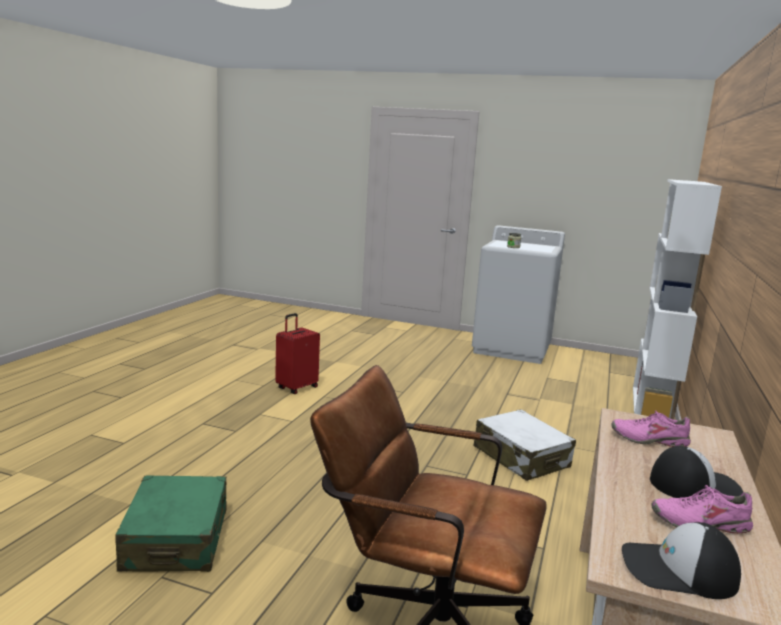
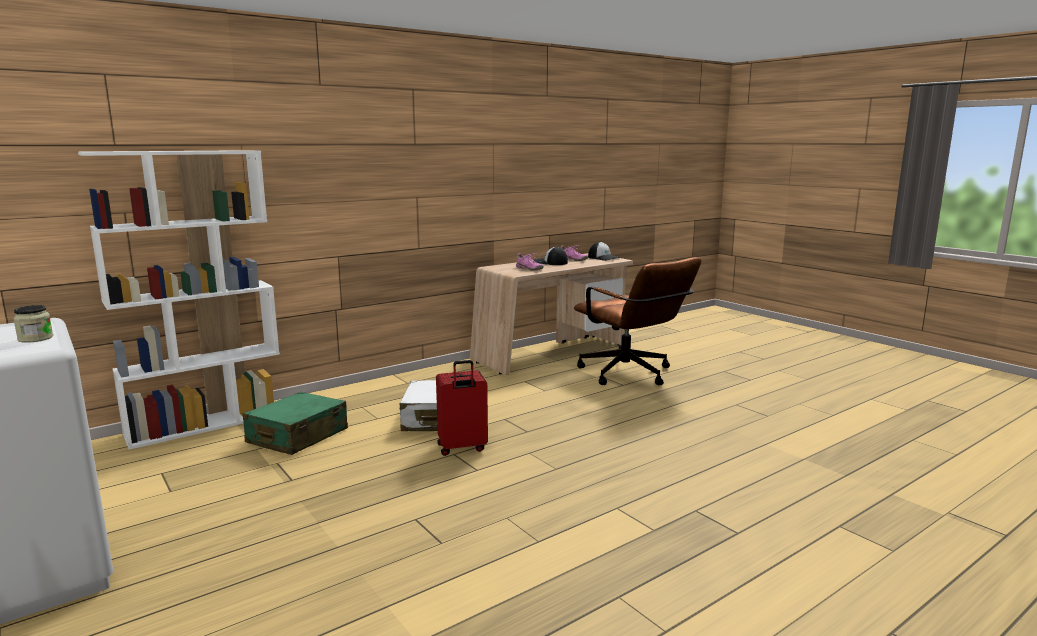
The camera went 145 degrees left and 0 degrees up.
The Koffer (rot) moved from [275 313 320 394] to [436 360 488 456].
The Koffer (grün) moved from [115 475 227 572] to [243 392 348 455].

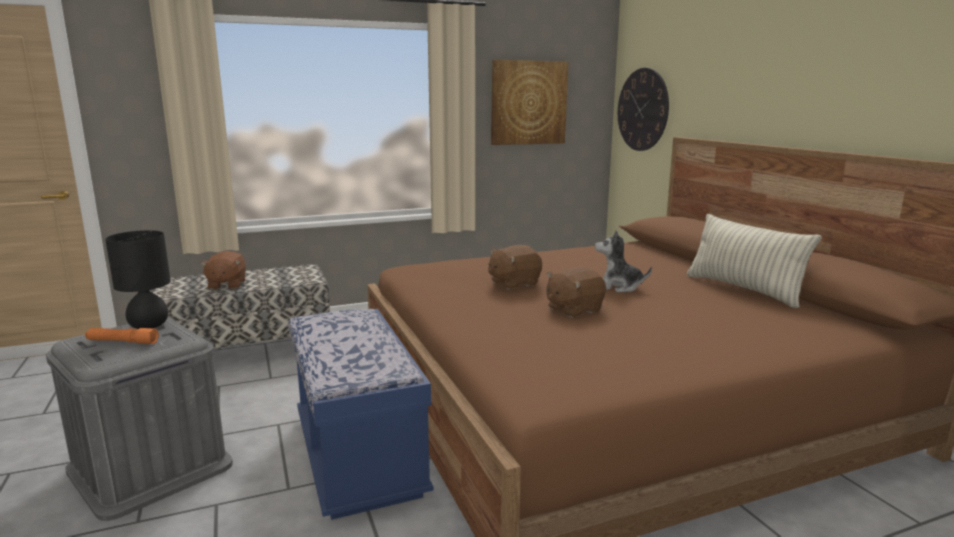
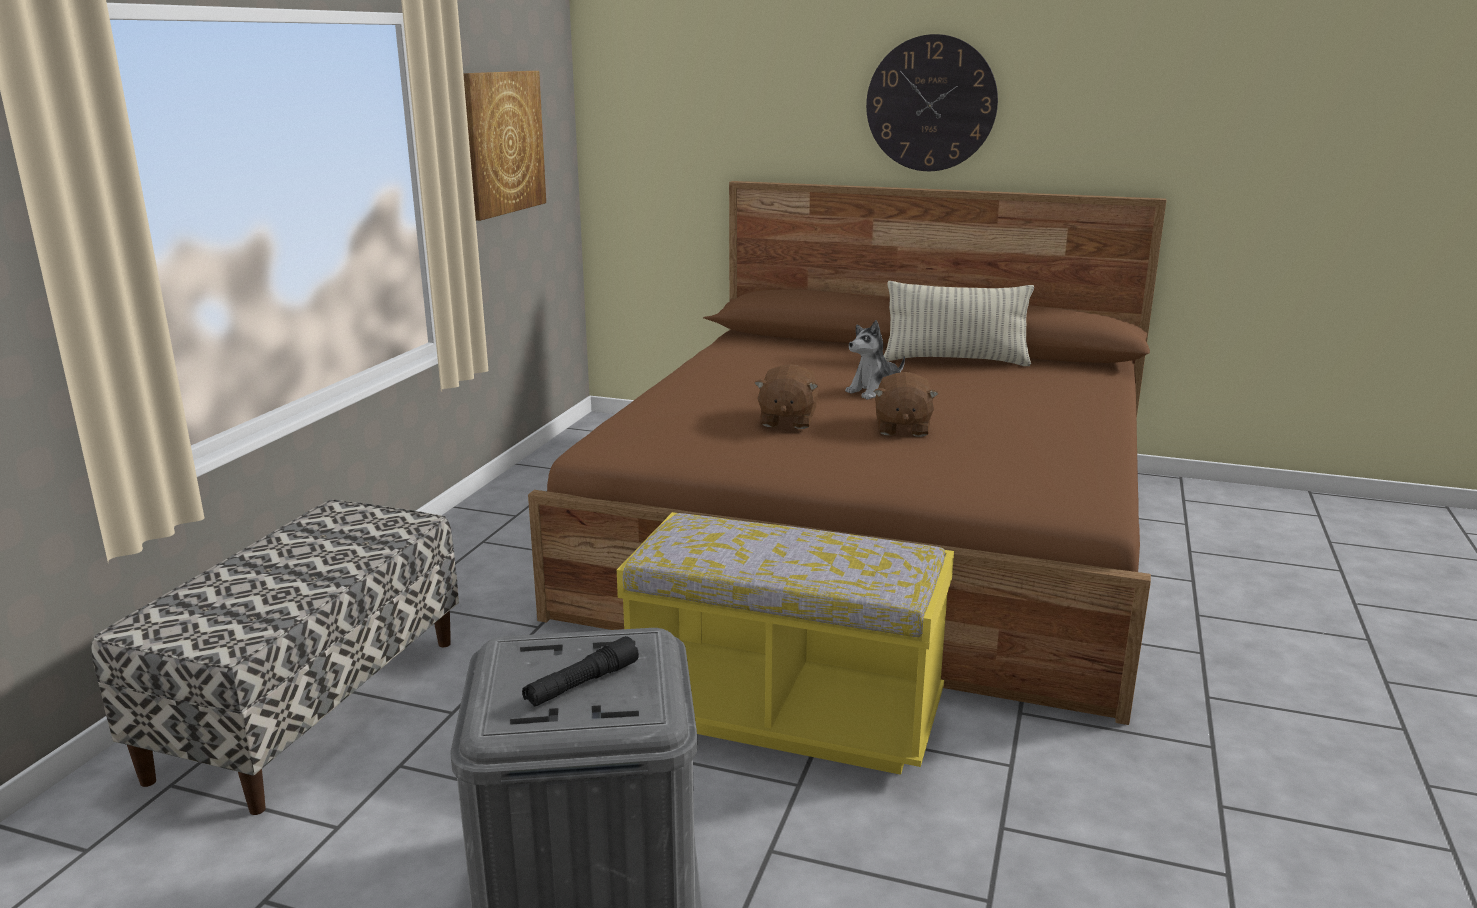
The camera went 50 degrees left and 5 degrees up.
The Wanduhr moved from [618 68 669 151] to [866 34 998 171].
The Tischlampe (schwarz) at [105 230 171 329] disappeared.
The Plüschtier (braun) at [200 251 246 290] disappeared.
The Bank (blau) at [288 309 433 520] became the Bank (gelb) at [617 512 954 775].
The Taschenlampe (orange) at [85 328 159 344] became the Taschenlampe (schwarz) at [522 636 639 707].

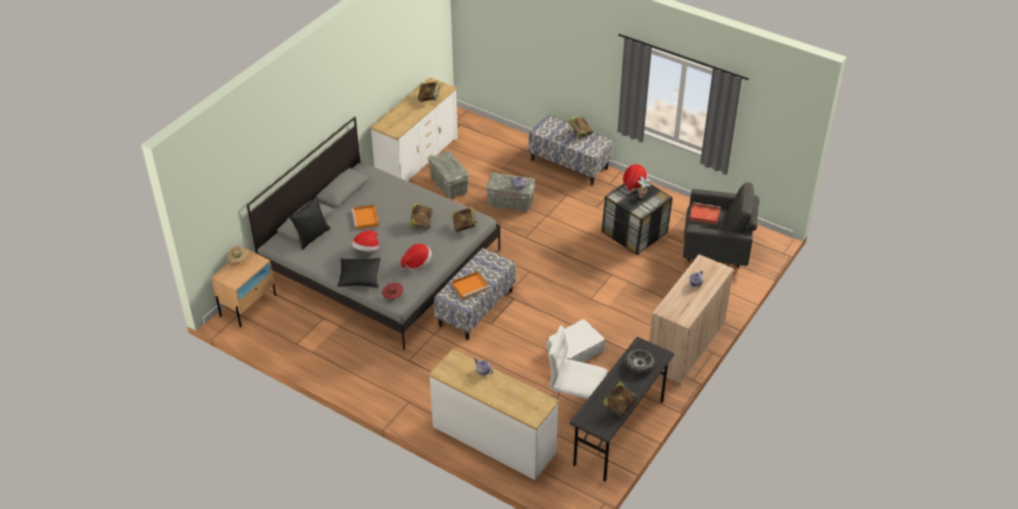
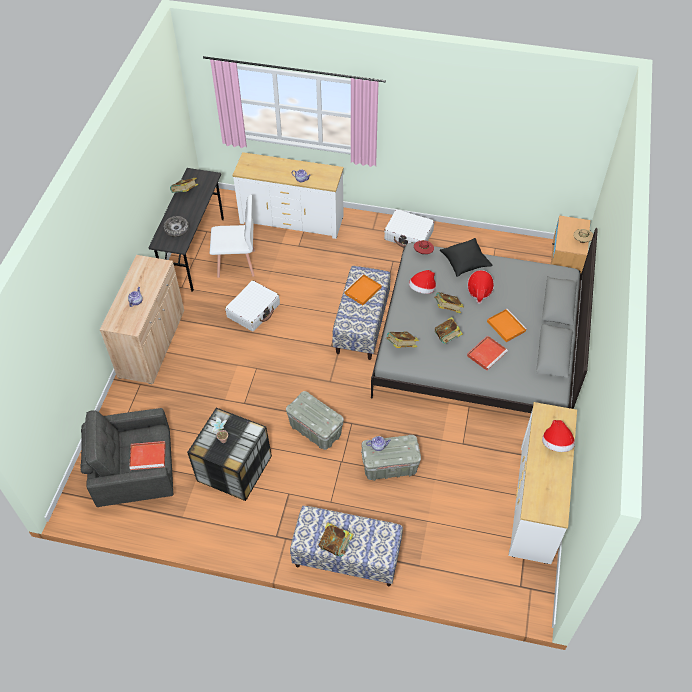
The camera went 160 degrees right and 10 degrees up.
The Buch moved from [418 81 441 102] to [435 292 464 313].
The Aufbewahrungsbox (grau) moved from [428 151 469 198] to [286 391 344 450].
The Hut moved from [623 164 648 193] to [542 420 575 452].
The Kissen (schwarz) at [289 196 330 250] disappeared.
The Koffer (weiß) at [384 209 434 248] appeared.
The Tablett (rot) at [467 335 508 370] appeared.

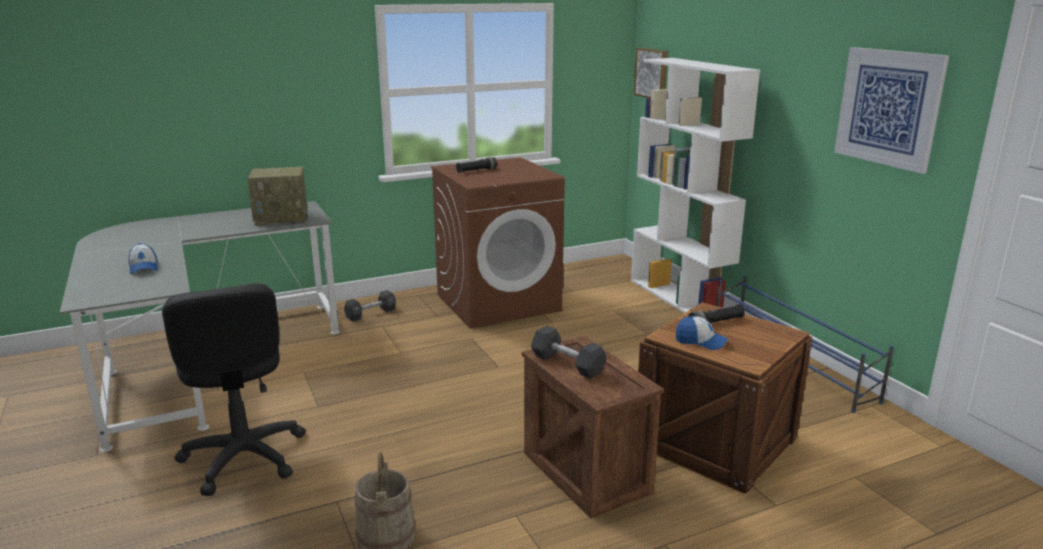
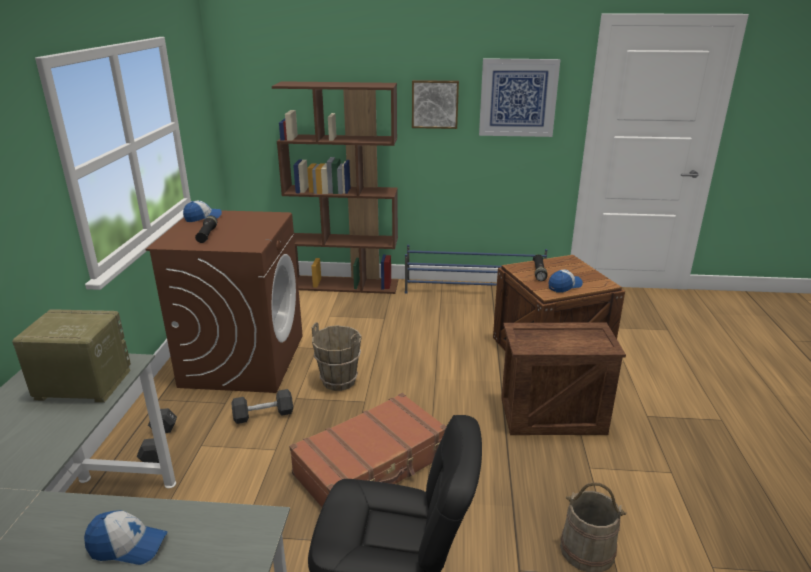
The camera went 60 degrees left and 5 degrees up.
The Bild moved from [634 48 668 98] to [412 80 459 129].
The Bücherregal (weiß) at [631 58 760 313] became the Bücherregal (braun) at [272 81 398 294].
The Radio at [247 167 308 226] turned 105 degrees counterclockwise.
The Hantel (schwarz) moved from [531 326 607 379] to [231 389 293 424].
The Kappe at [183 201 222 222] appeared.
The Eimer (braun) at [312 323 362 391] appeared.
The Koffer (braun) at [289 393 447 507] appeared.

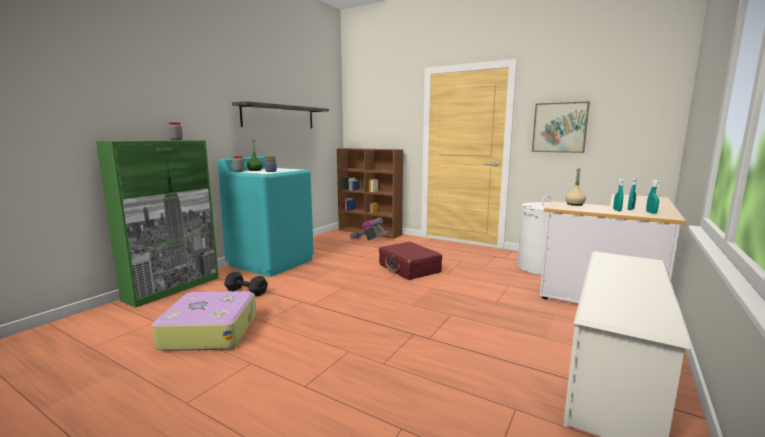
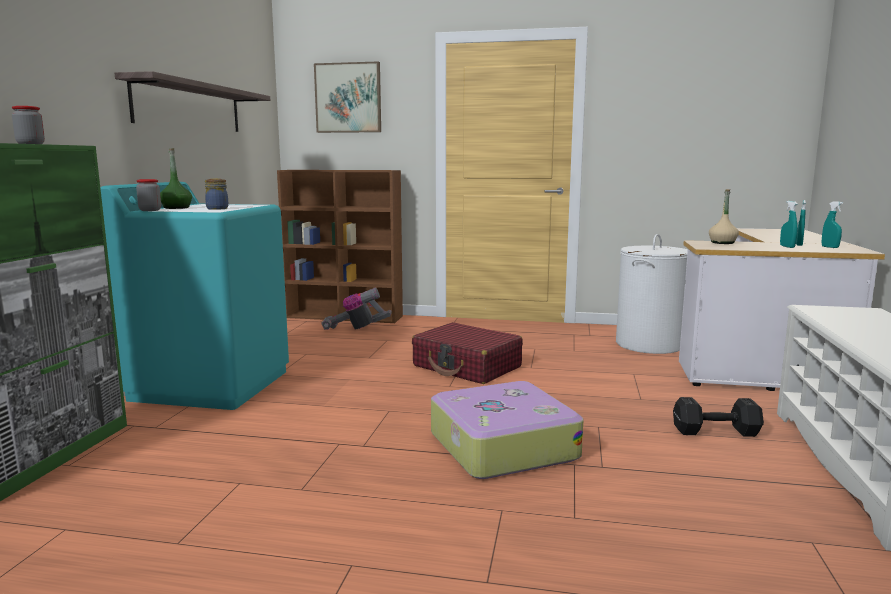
The camera went 20 degrees left and 0 degrees up.
The Bild moved from [532 101 590 153] to [314 62 381 133].
The Hantel (schwarz) moved from [224 272 268 297] to [673 397 764 437].
The Koffer moved from [152 291 256 351] to [431 381 583 479].

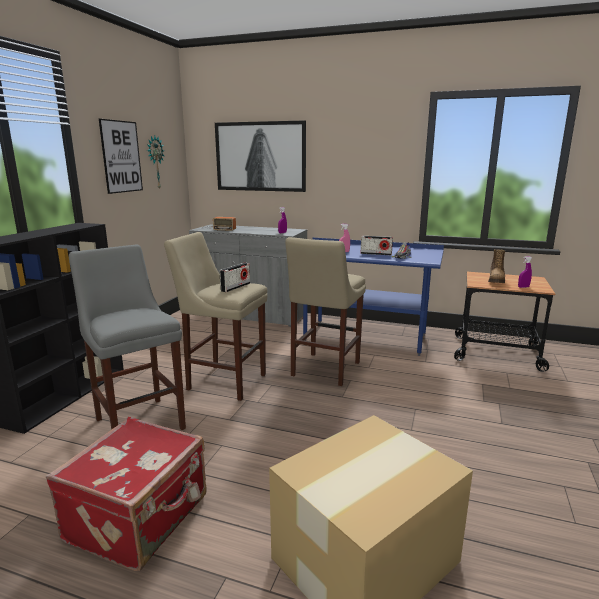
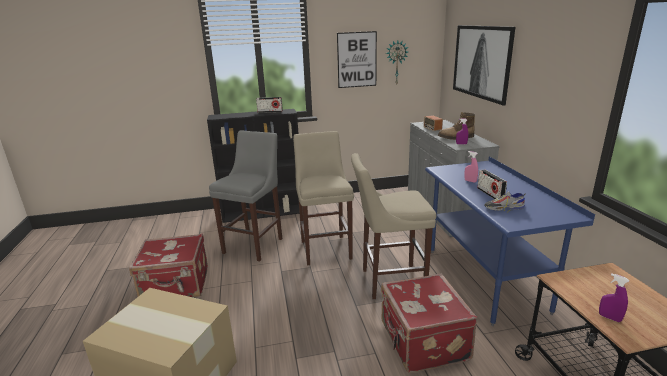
The camera went 60 degrees right and 5 degrees up.
The Stiefel moved from [488 249 506 283] to [438 112 475 140].
The Radio moved from [220 263 250 292] to [256 97 283 113].
The Koffer (rot) at [381 274 477 373] appeared.

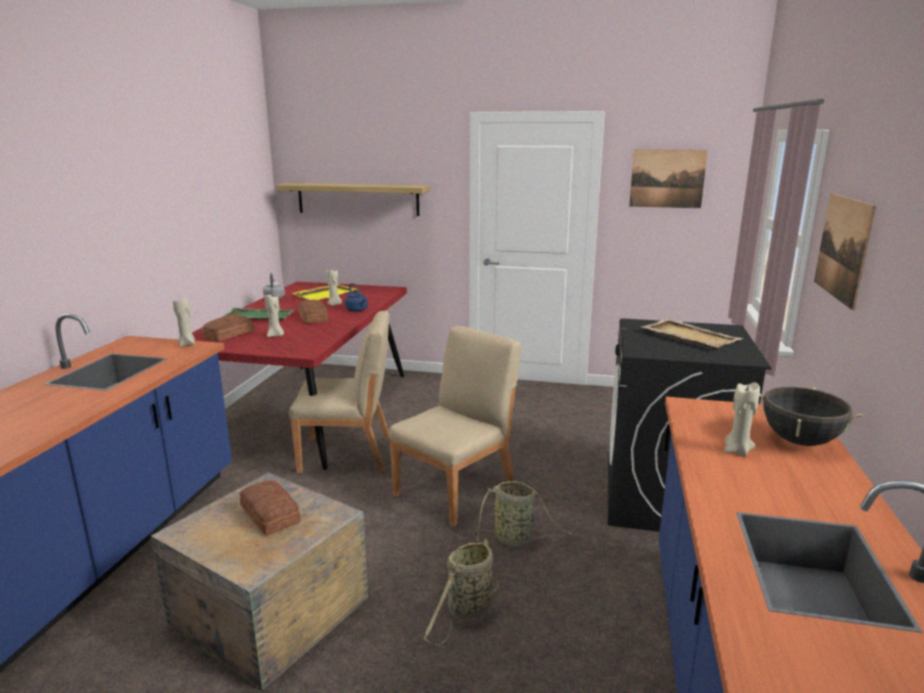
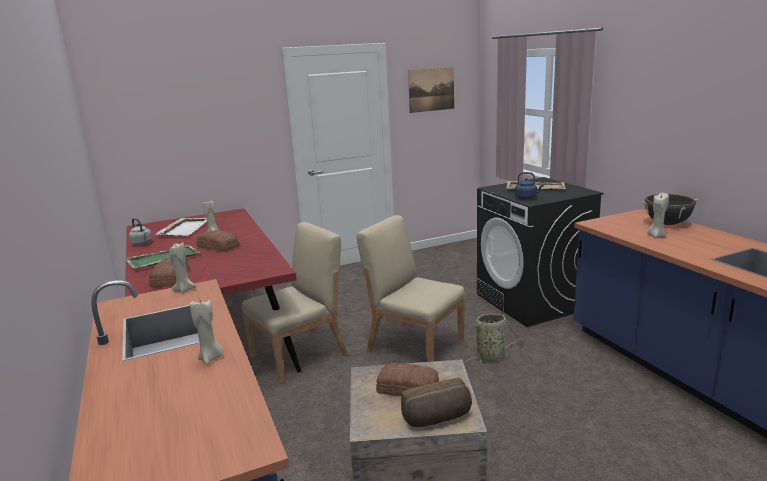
The camera went 35 degrees left and 0 degrees up.
The Wandregal at [276 183 430 216] disappeared.
The Bild at [814 193 876 310] disappeared.
The Wasserkessel (blau) moved from [345 283 368 312] to [515 172 544 199].
The Tablett (gelb) at [292 284 357 300] became the Tablett (weiß) at [155 218 207 237].
The Kerze (beige) moved from [265 295 284 337] to [190 300 223 364].
The Stuhl (beige) at [389 326 521 527] turned 60 degrees counterclockwise.
The Korb at [424 538 499 645] disappeared.
The Brot at [401 377 472 427] appeared.

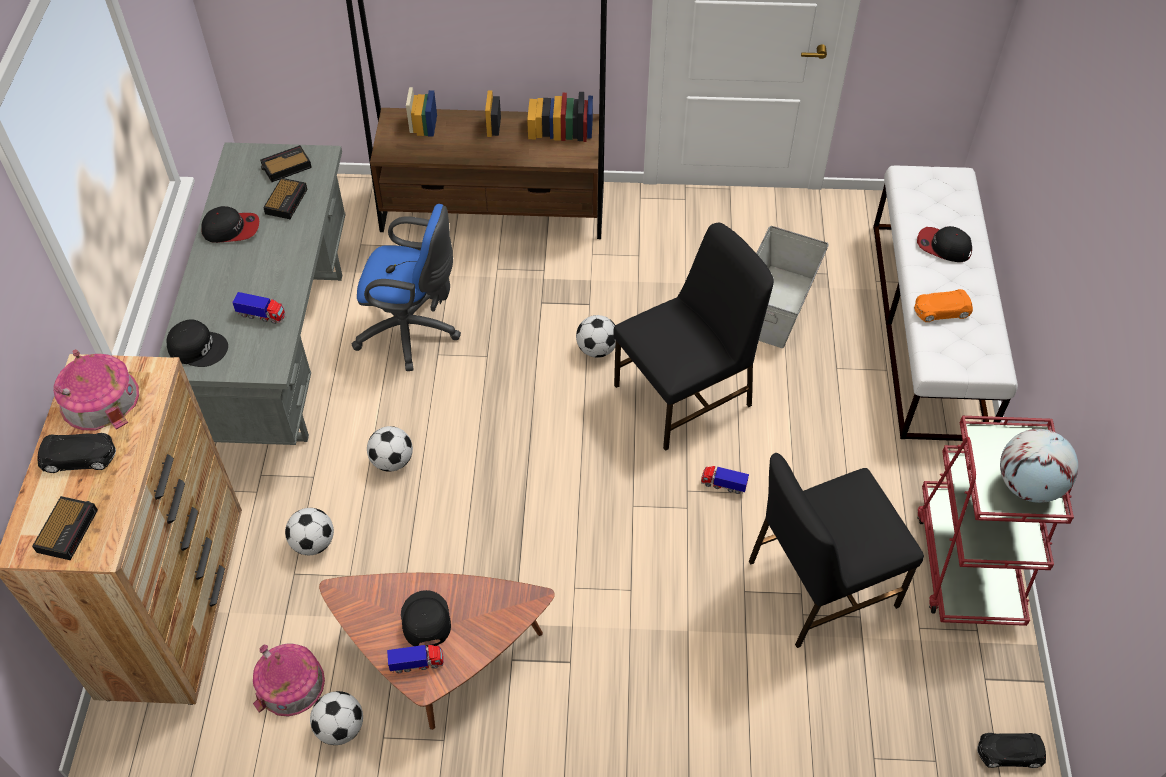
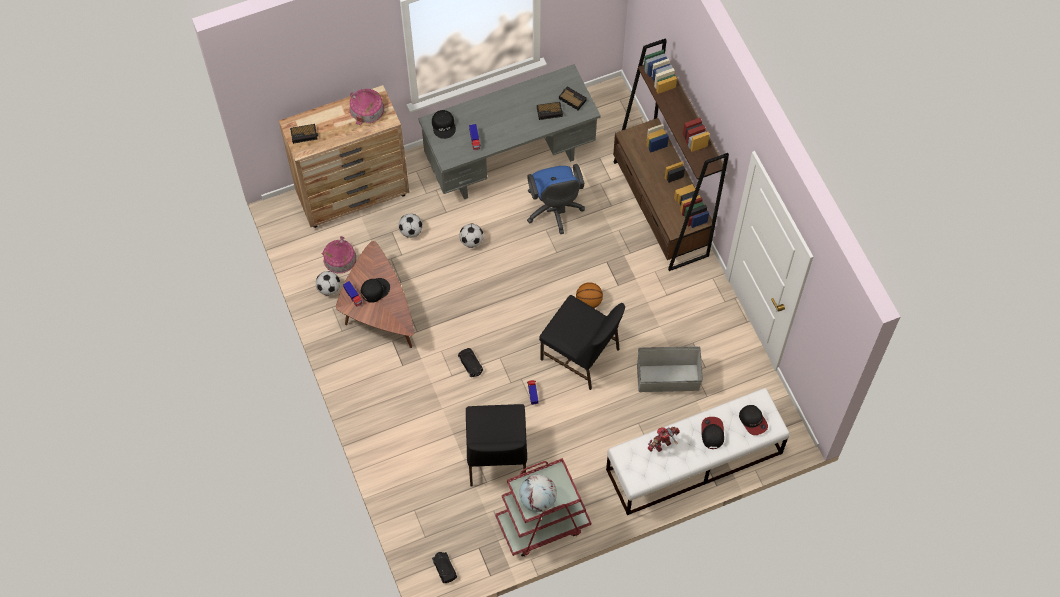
The camera went 65 degrees right and 10 degrees up.
The Kappe moved from [201 206 259 243] to [739 405 768 435].
The Spielzeugauto (orange) at [914 289 973 322] was replaced by the Spielzeugroboter at [648 427 680 452].
The Fußball at [576 315 616 358] was replaced by the Basketball at [576 282 603 308].
The Spielzeugauto (schwarz) moved from [38 433 116 473] to [458 348 483 377].
The Stuhl (schwarz) at [749 453 924 648] turned 135 degrees counterclockwise.

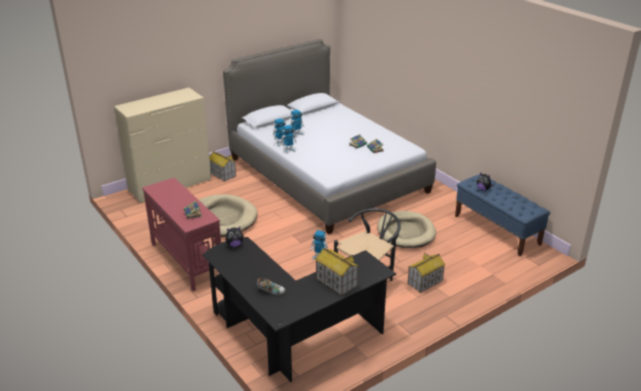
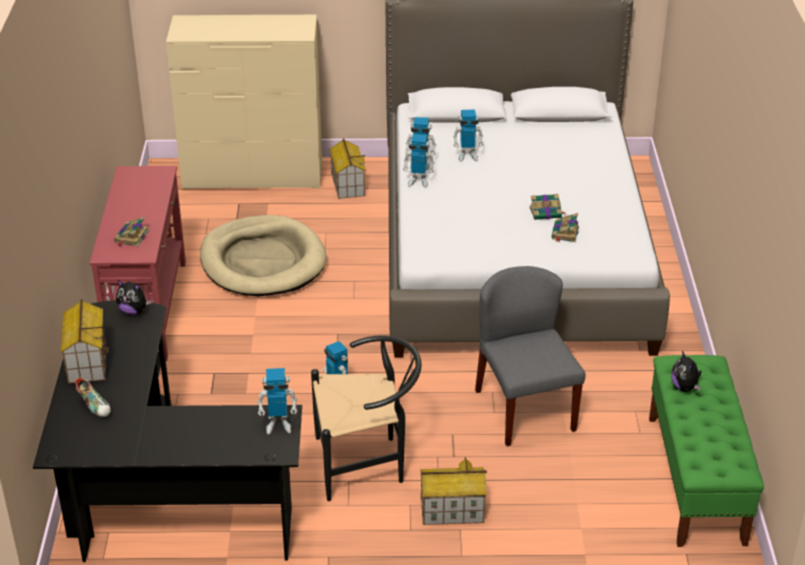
The camera went 35 degrees right and 5 degrees up.
The Bank (blau) at [455 174 550 256] became the Bank (grün) at [649 355 764 547].
The Hundebett (beige) at [377 211 436 248] was replaced by the Stuhl (grau) at [475 266 586 446].
The Spielzeughaus moved from [315 247 359 295] to [61 299 109 384].
The Spielzeugroboter at [257 368 298 434] appeared.

